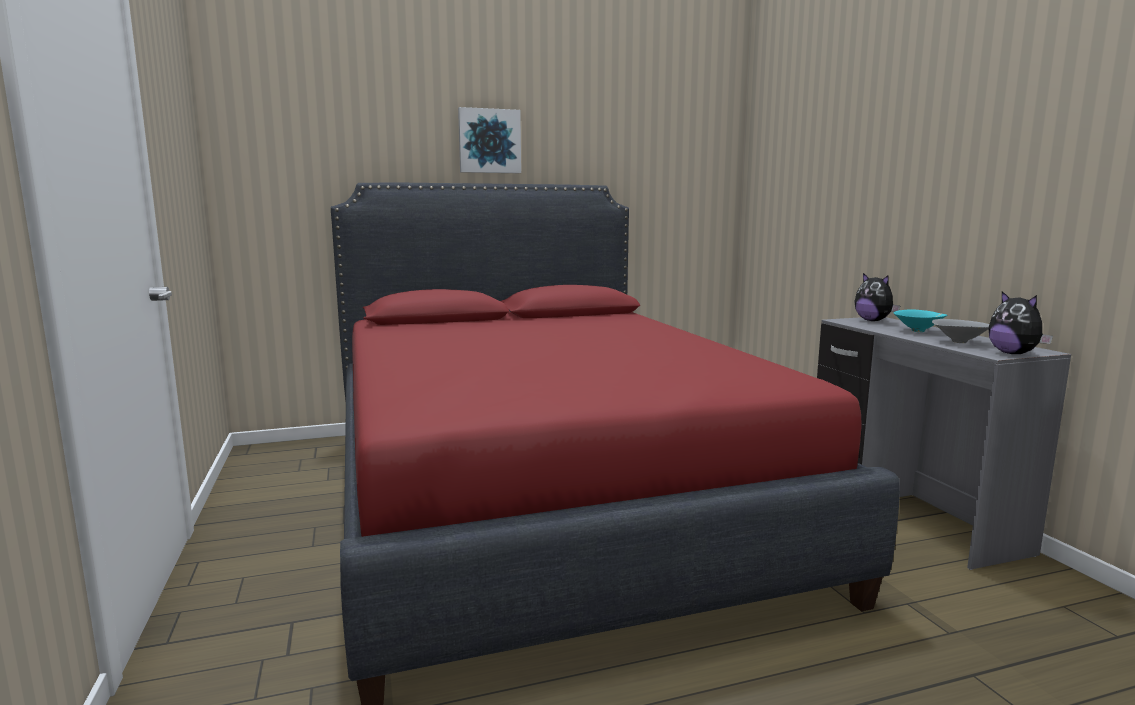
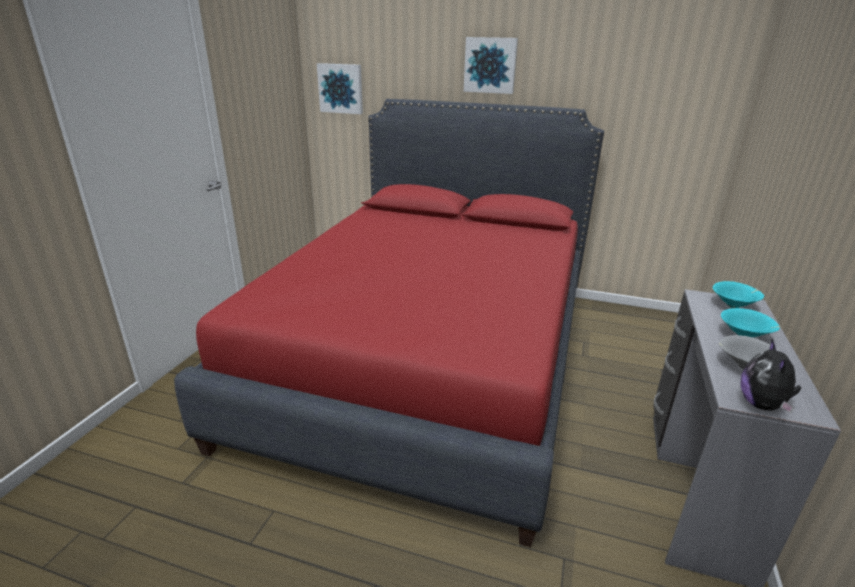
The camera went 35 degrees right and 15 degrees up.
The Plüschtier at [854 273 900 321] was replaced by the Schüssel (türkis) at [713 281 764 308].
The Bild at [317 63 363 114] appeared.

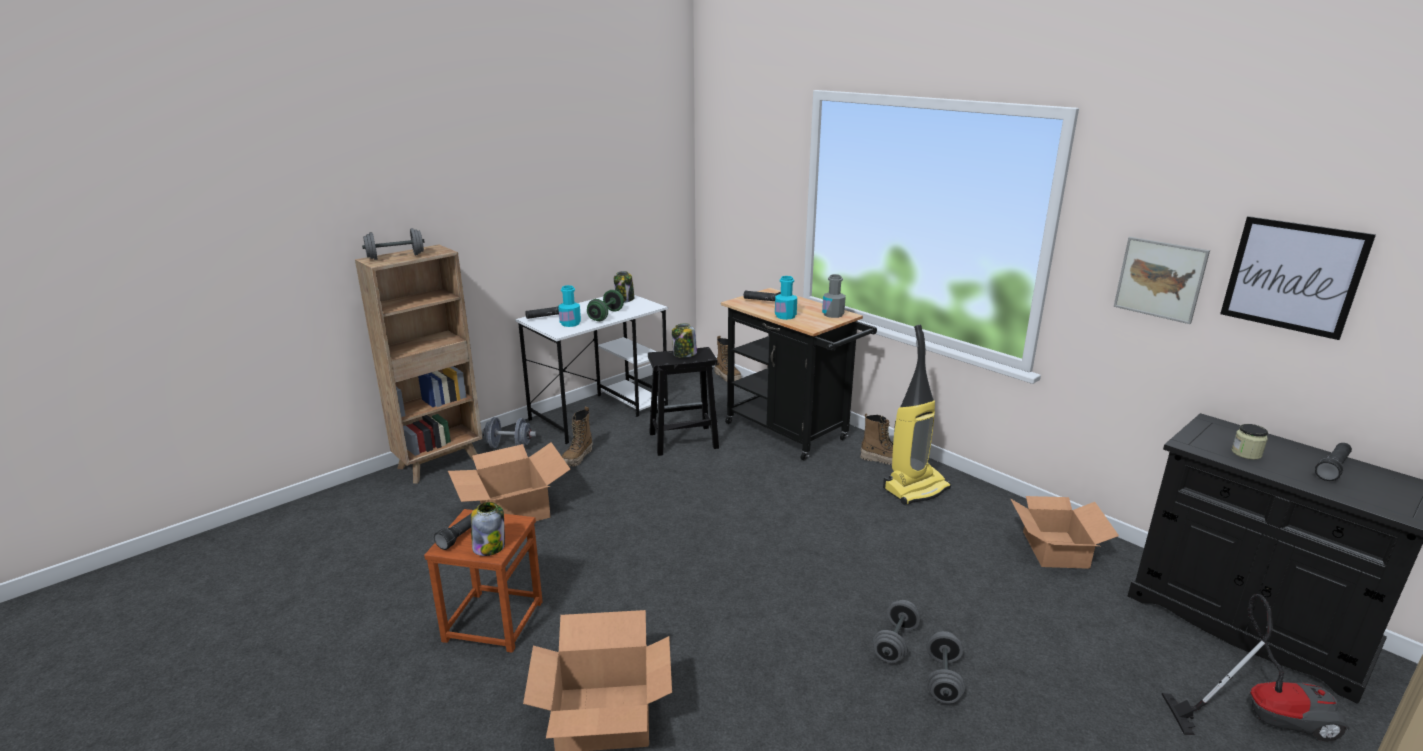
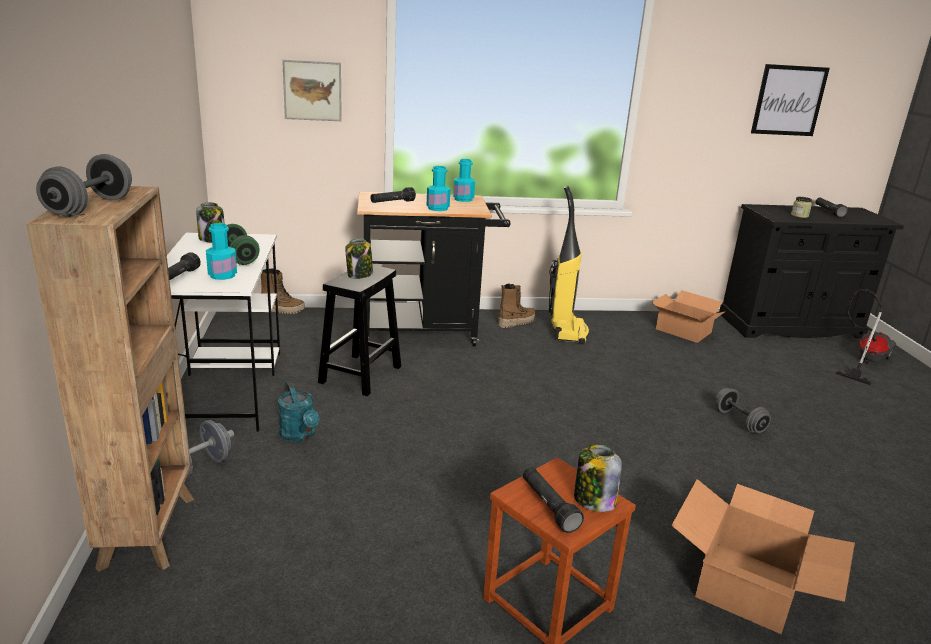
The camera went 55 degrees left and 0 degrees up.
The Bild moved from [1114 237 1210 324] to [282 60 342 121].
The Flasche (grau) at [822 274 846 318] became the Flasche (türkis) at [453 159 475 202].
The Stiefel at [562 407 593 467] was replaced by the Gießkanne (türkis) at [278 381 319 442].
The Karton at [448 442 571 521] disappeared.
The Hantel (grau) at [927 631 965 704] disappeared.

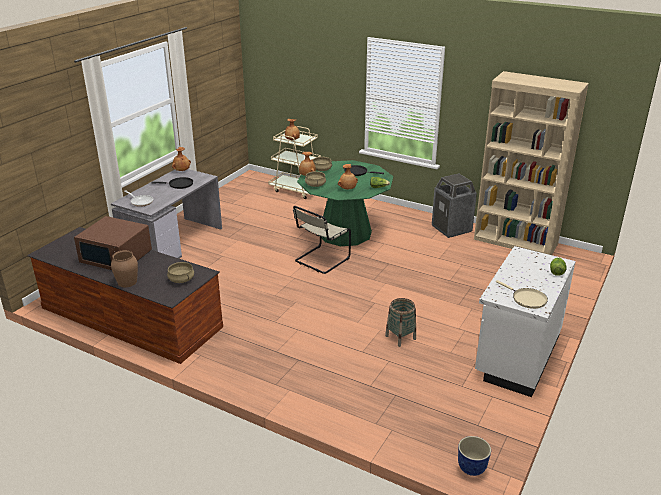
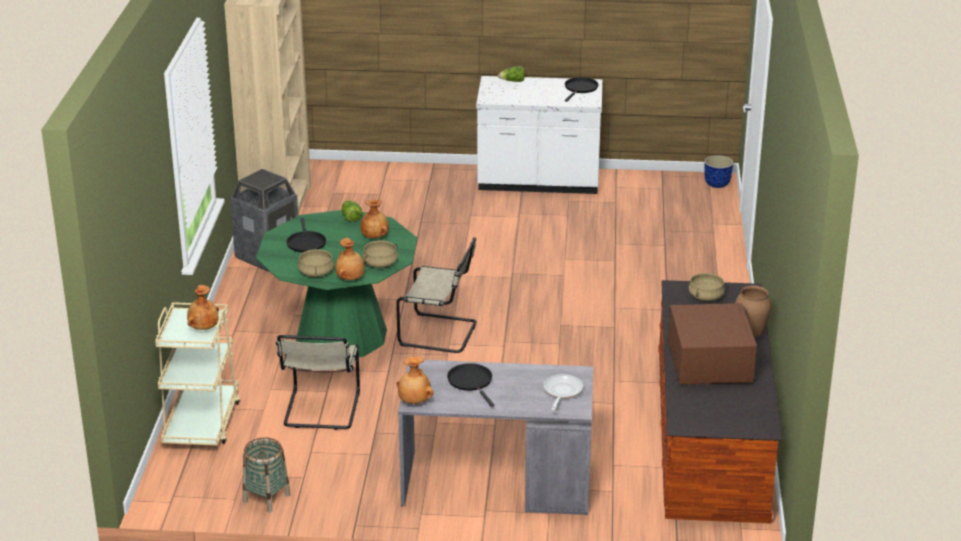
The camera went 115 degrees left and 0 degrees up.
The Pfanne (beige) at [496 280 548 309] became the Pfanne (schwarz) at [565 77 599 102].
The Korb moved from [385 298 416 347] to [243 437 291 512].
The Stuhl (beige) at [276 335 360 430] appeared.

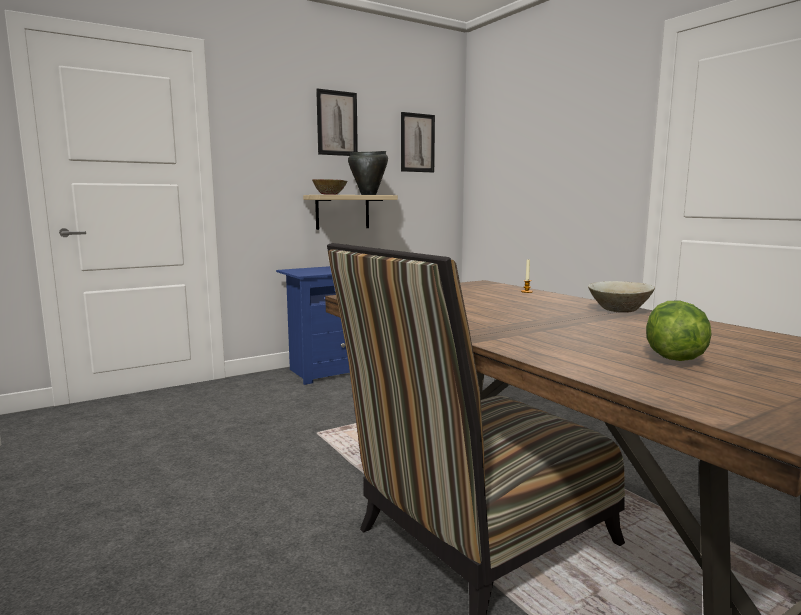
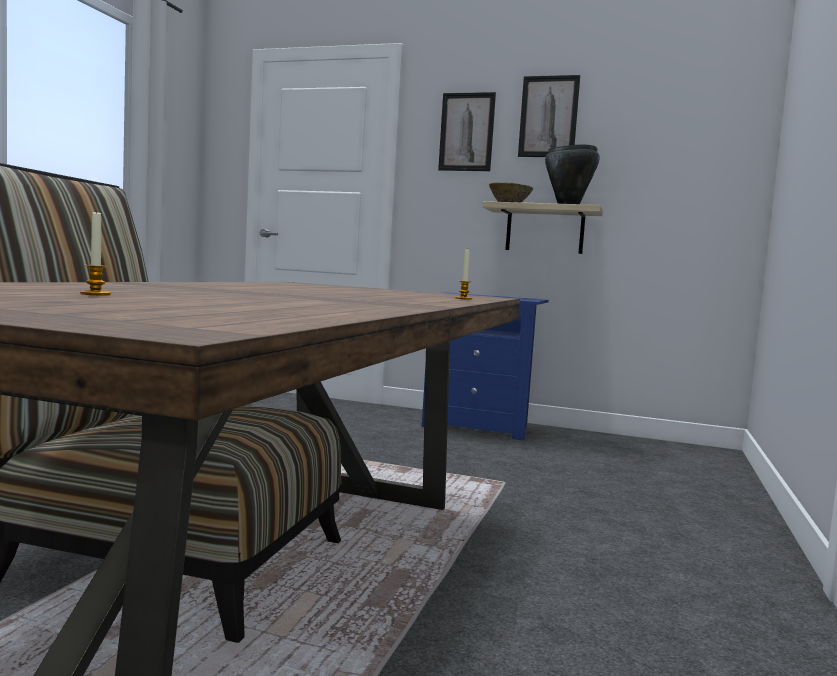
The camera went 50 degrees right and 5 degrees down.
The Bild moved from [401 112 435 173] to [438 92 496 171].
The Schüssel (beige) at [588 281 655 313] disappeared.
The Salatkopf at [646 300 712 361] was replaced by the Kerze at [80 210 111 296].

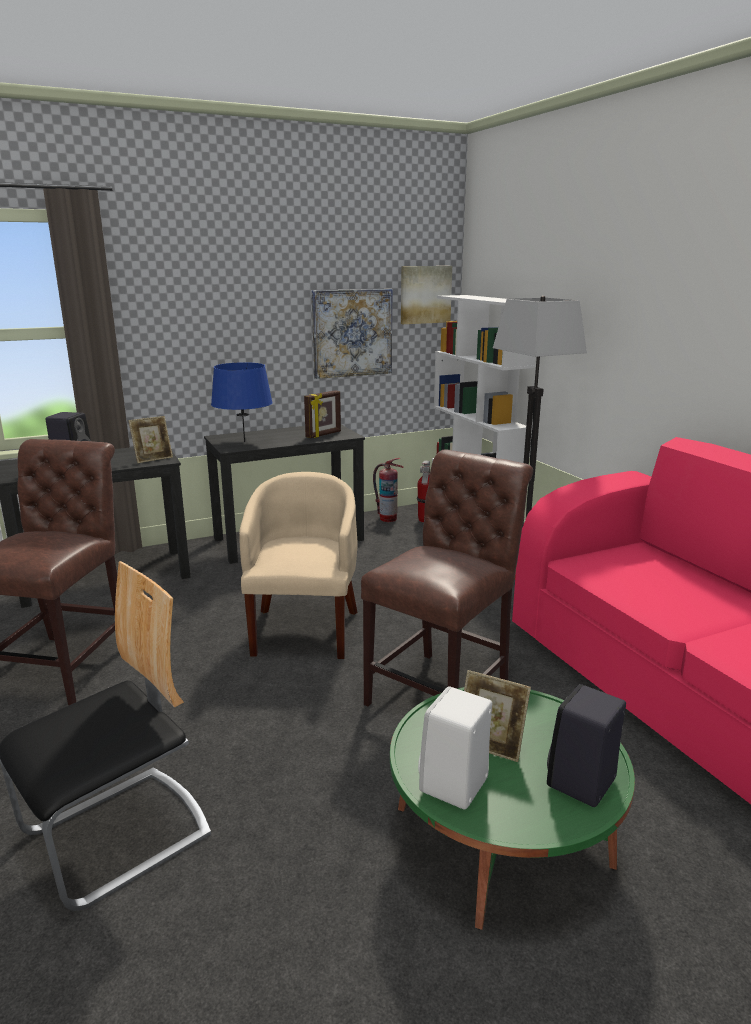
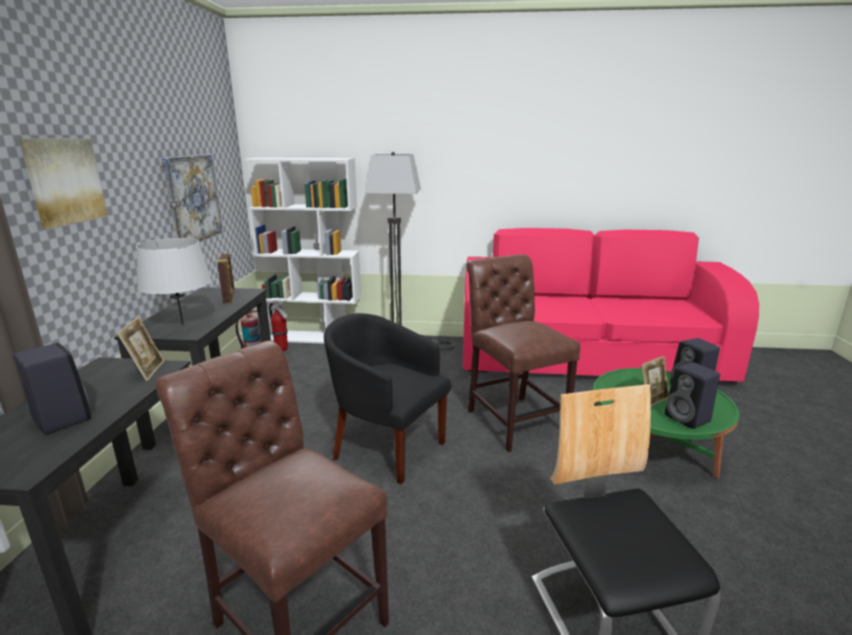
The camera went 60 degrees left and 0 degrees up.
The Bild moved from [401 266 452 324] to [19 138 108 229].
The Tischlampe (blau) at [211 362 273 442] became the Tischlampe (grau) at [136 238 212 326].
The Sessel (beige) at [239 472 357 659] became the Sessel (schwarz) at [324 313 451 484].
The Lautsprecher (weiß) at [418 687 492 809] became the Lautsprecher (schwarz) at [665 362 720 429].

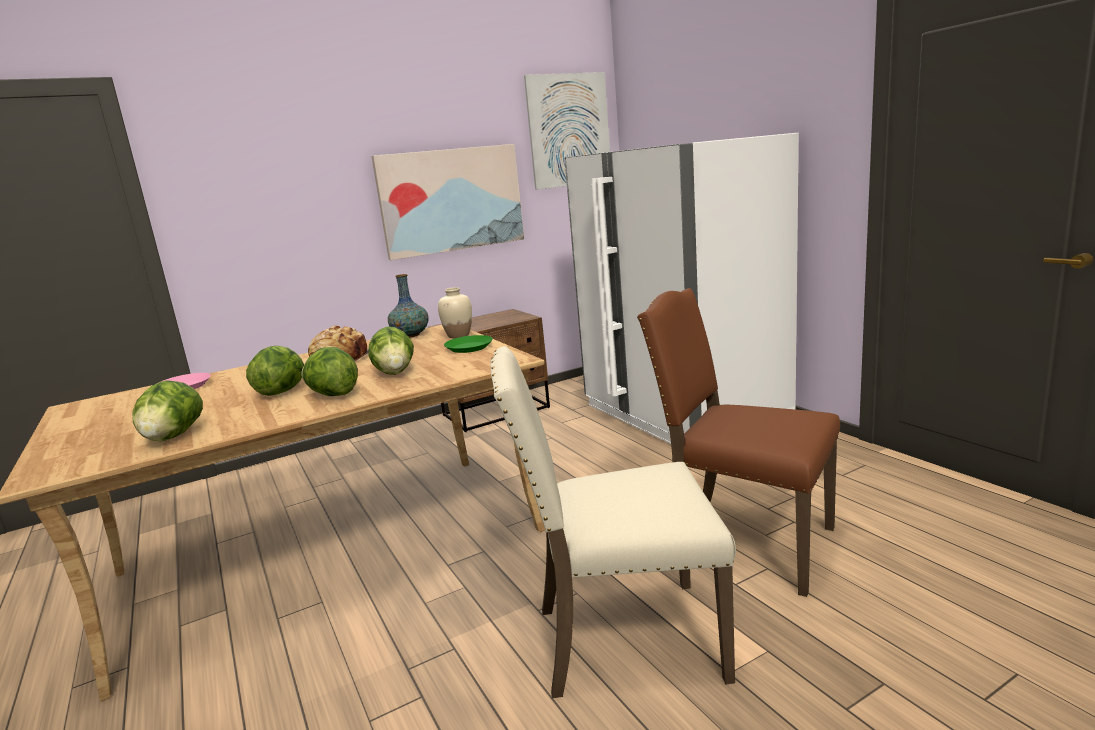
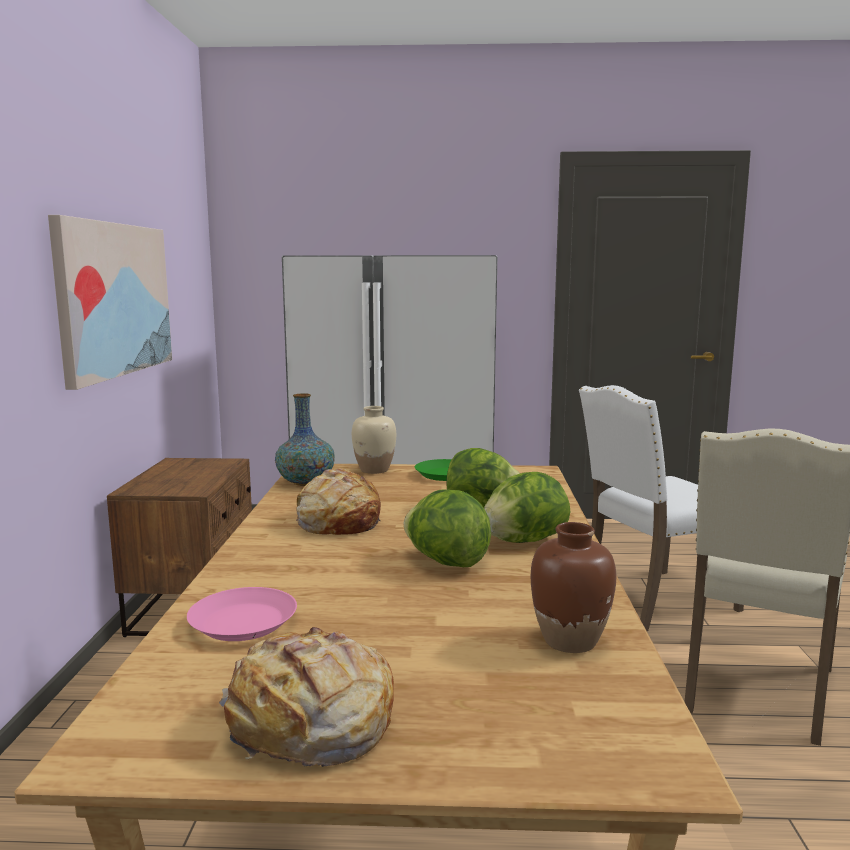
The camera went 60 degrees left and 5 degrees down.
The Bild at [524 72 610 190] disappeared.
The Stuhl (braun) at [637 288 840 597] became the Stuhl (weiß) at [579 385 744 631].
The Salatkopf at [132 381 203 441] was replaced by the Vase (braun) at [531 522 616 653].
The Brot at [219 627 394 767] appeared.

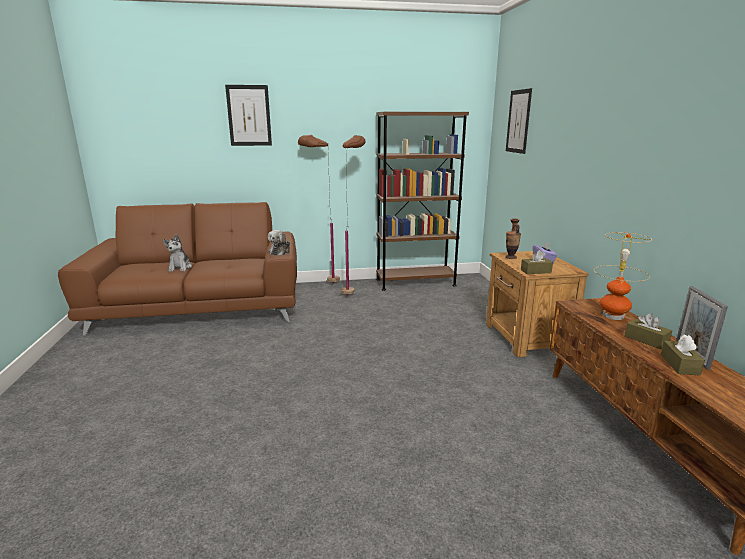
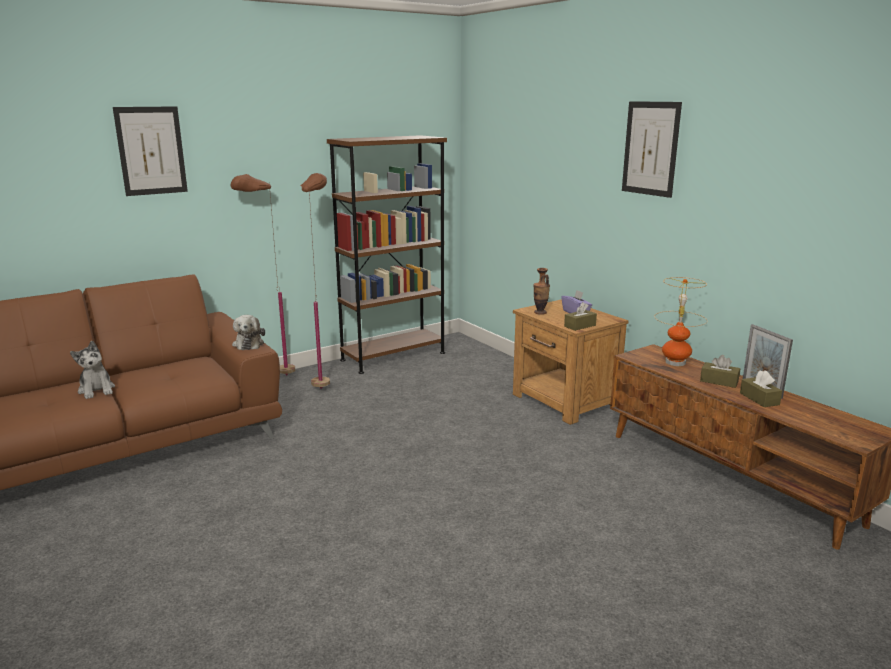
The camera went 25 degrees left and 0 degrees up.
The Bild moved from [506 88 532 154] to [622 101 682 198].

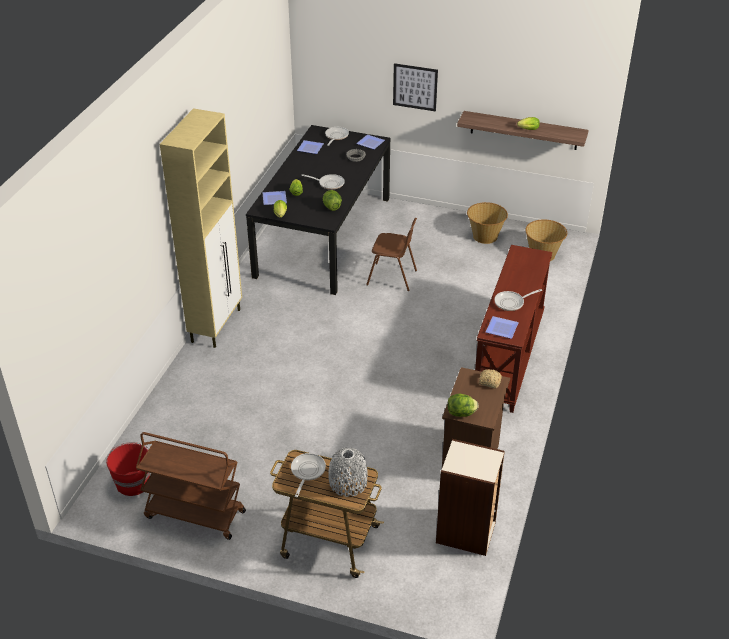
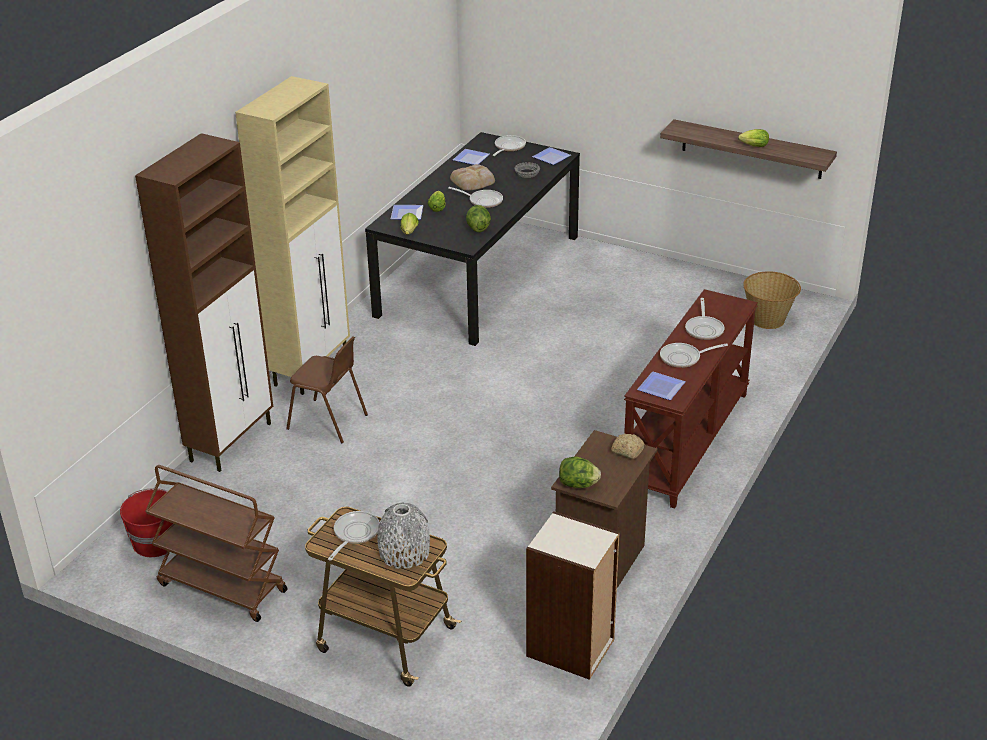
The camera went 10 degrees right and 5 degrees down.
The Bild at [393 63 438 112] disappeared.
The Korb at [467 202 508 244] disappeared.
The Stuhl (braun) moved from [366 218 417 291] to [286 336 368 443].
The Schrank (braun) at [135 133 273 472] appeared.
The Brot at [450 164 495 191] appeared.
The Pfanne at [685 298 724 340] appeared.

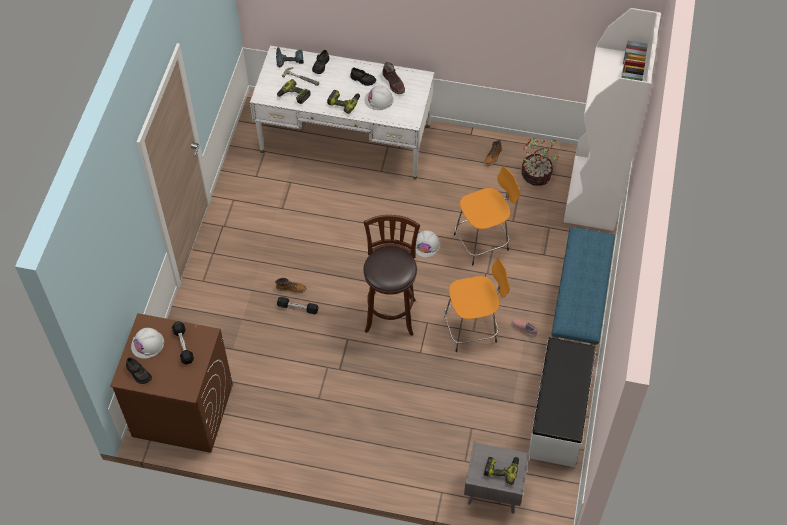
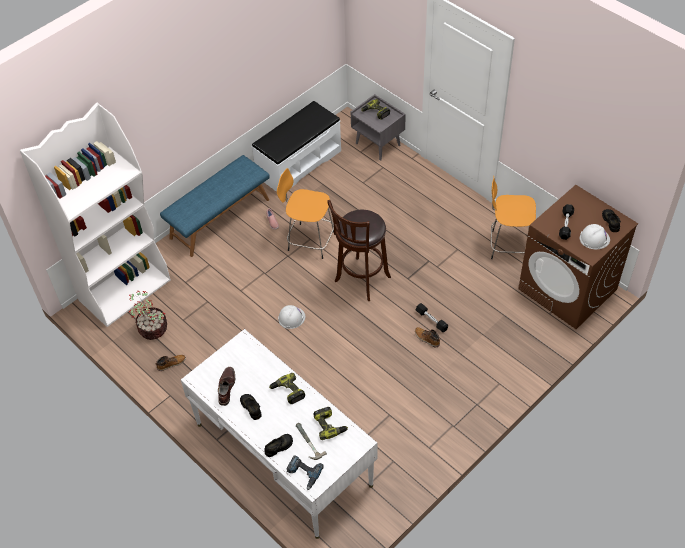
The camera went 145 degrees left and 5 degrees down.
The Schutzhelm (weiß) at [364 85 394 110] disappeared.
The Hocker (orange) moved from [454 166 520 265] to [491 176 536 259].

